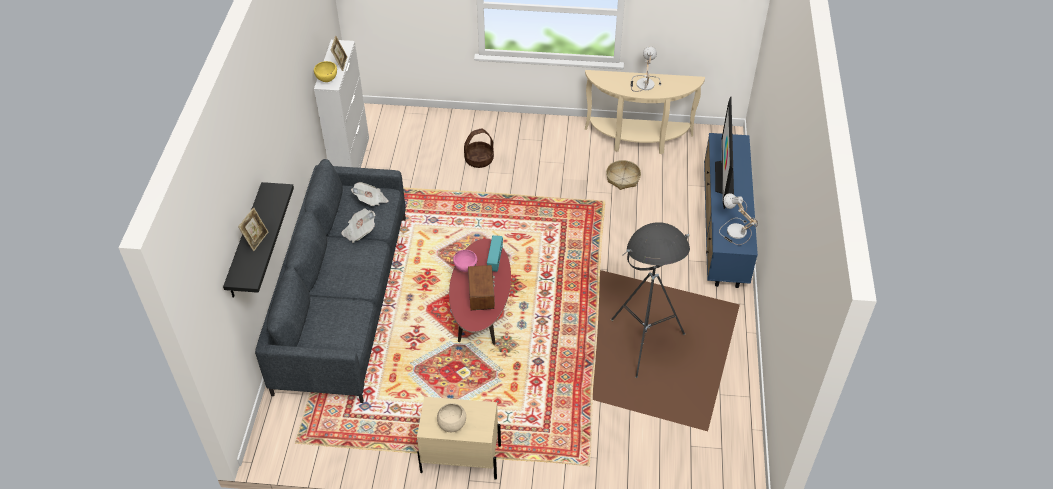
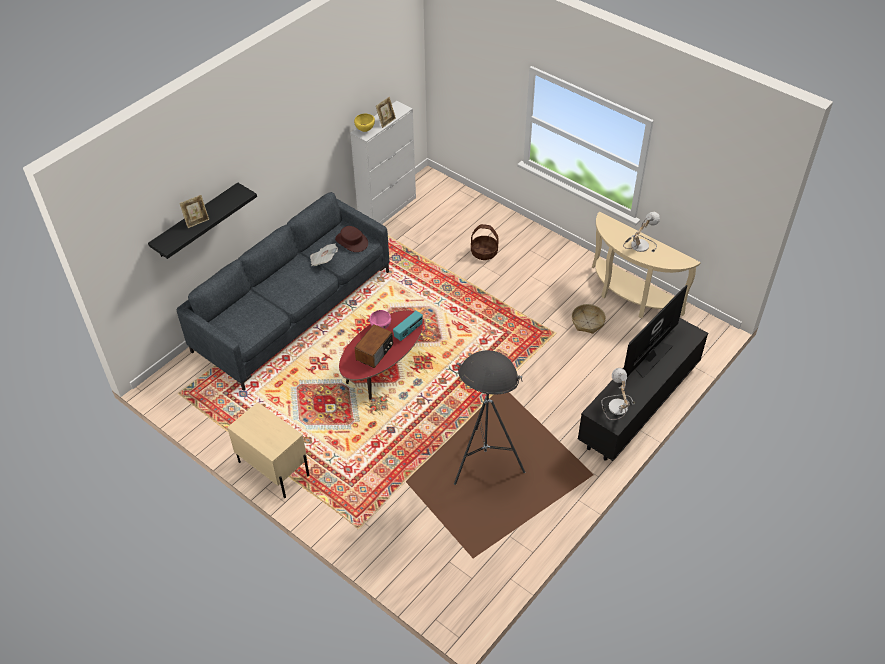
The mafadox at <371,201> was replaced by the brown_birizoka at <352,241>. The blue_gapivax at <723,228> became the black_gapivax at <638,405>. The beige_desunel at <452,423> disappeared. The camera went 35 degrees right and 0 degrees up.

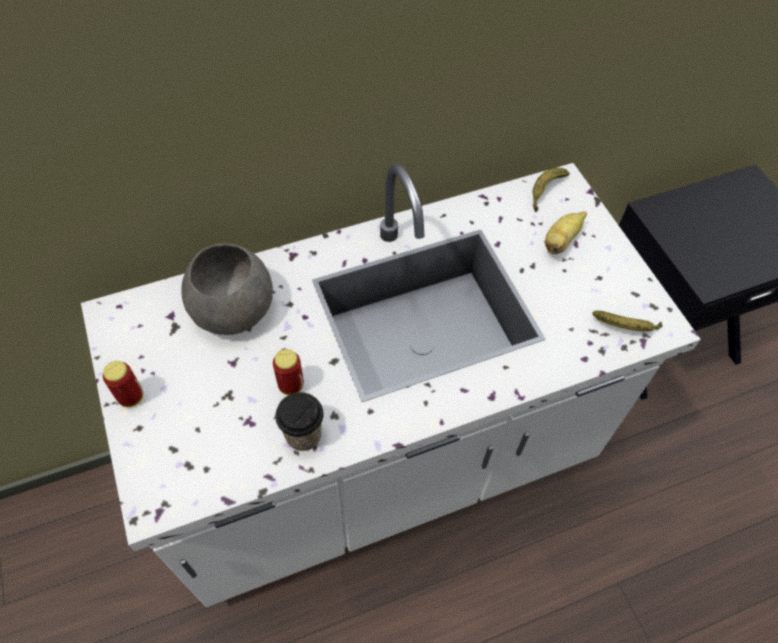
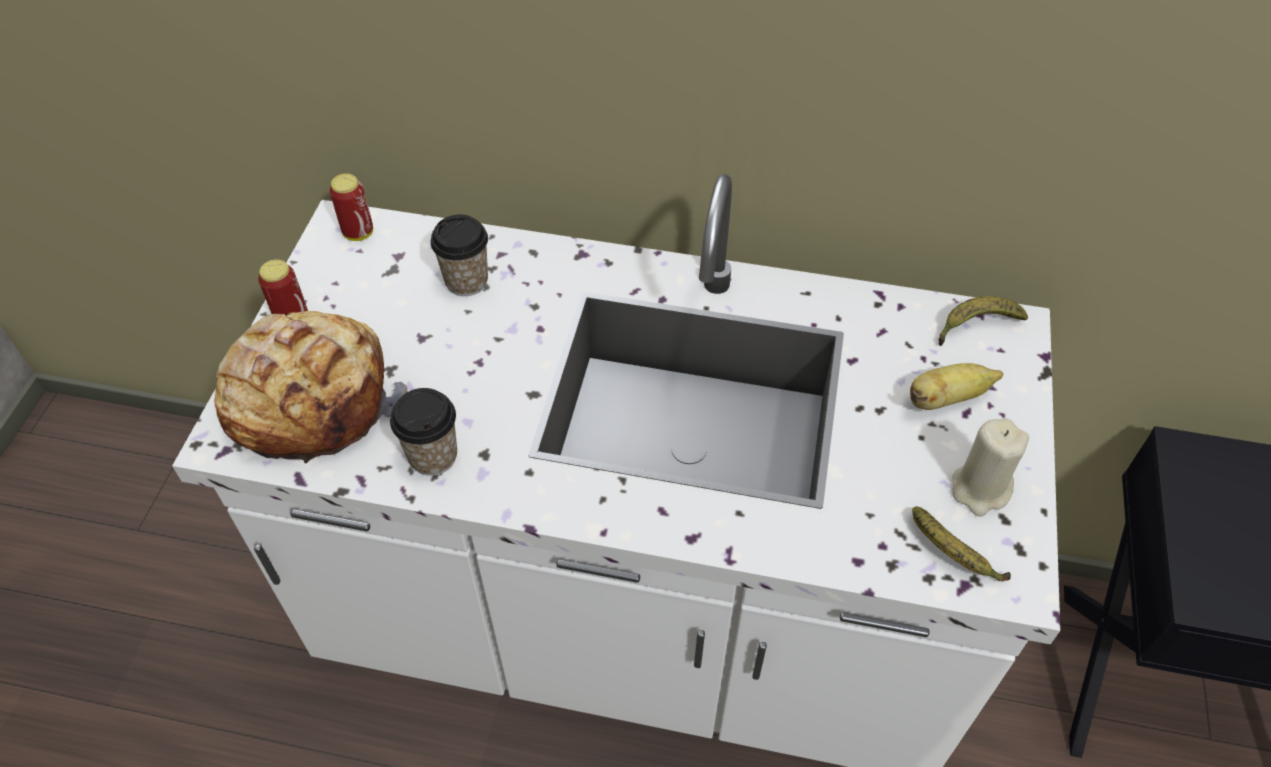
The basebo at <311,399> appeared. The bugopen moved from <291,385> to <358,233>. The grey_desunel at <232,310> was replaced by the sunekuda at <466,281>. The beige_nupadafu at <980,489> appeared. The camera went 35 degrees right and 5 degrees down.

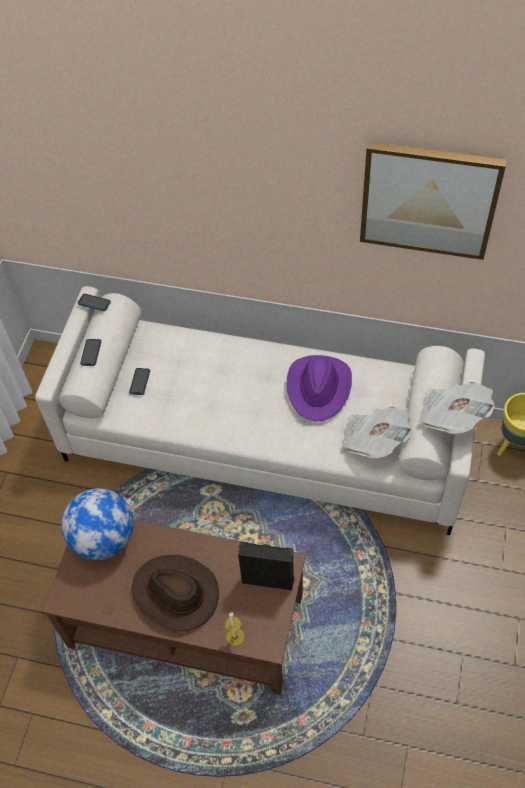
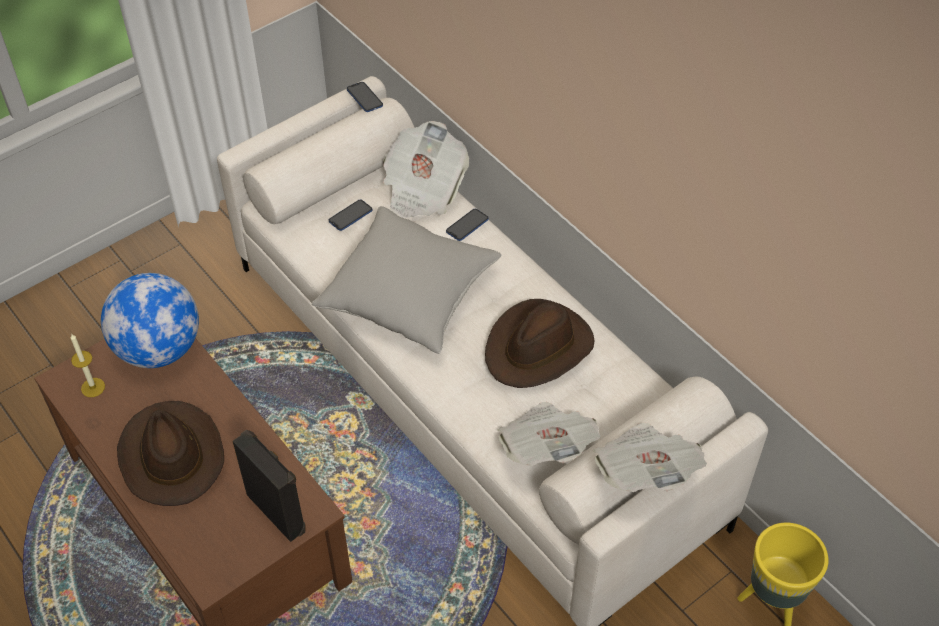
The nupadafu moved from <235,637> to <93,387>. The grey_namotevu at <409,294> appeared. The mafadox at <423,189> appeared. The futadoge moved from <91,353> to <467,225>. The purple_birizoka at <319,388> became the brown_birizoka at <538,348>. The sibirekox at <429,199> disappeared. The camera went 35 degrees right and 5 degrees down.

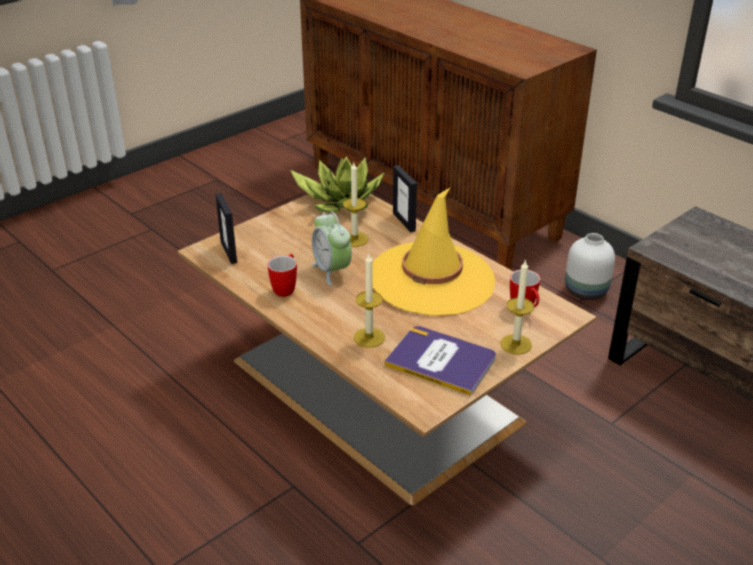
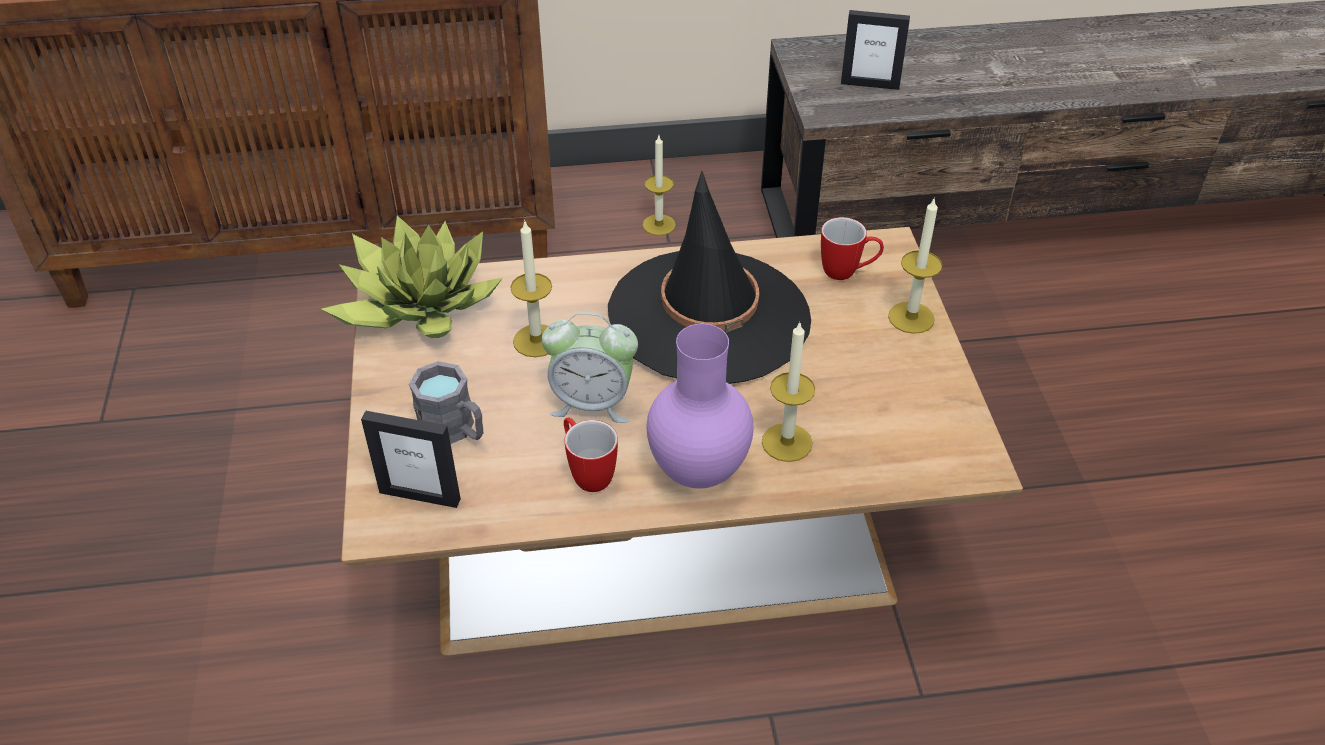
The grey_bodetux at <455,430> appeared. The yellow_birizoka at <432,279> became the black_birizoka at <709,316>. The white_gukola at <587,291> was replaced by the nupadafu at <659,225>. The purple_gukola at <697,471> appeared. The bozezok moved from <404,222> to <870,84>. The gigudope at <441,361> disappeared. The camera went 55 degrees left and 10 degrees up.

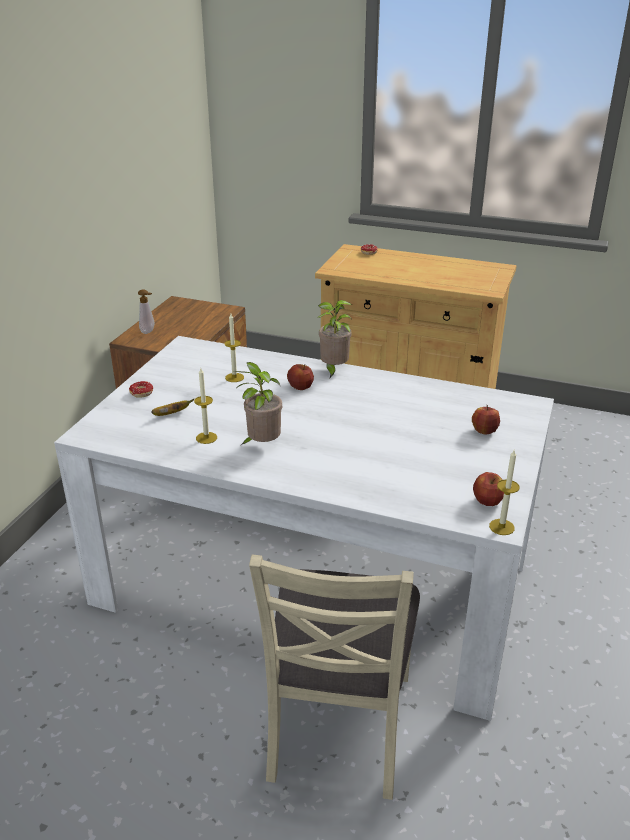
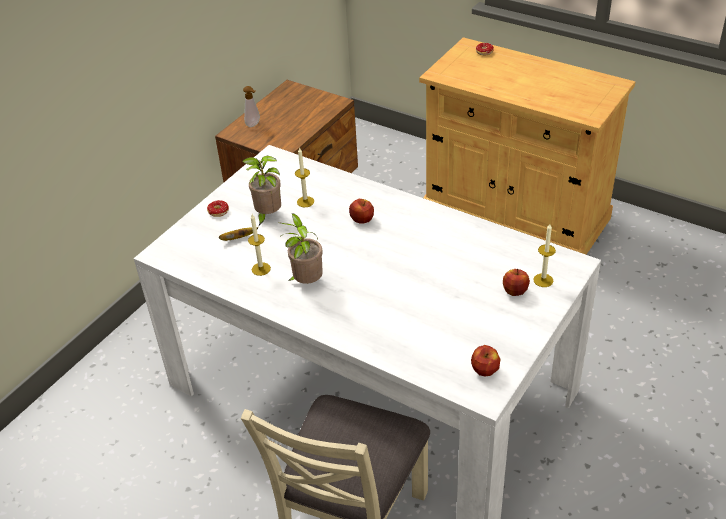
The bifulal moved from <333,370> to <267,216>. The nupadafu moved from <501,527> to <543,280>. The camera went 15 degrees right and 10 degrees up.

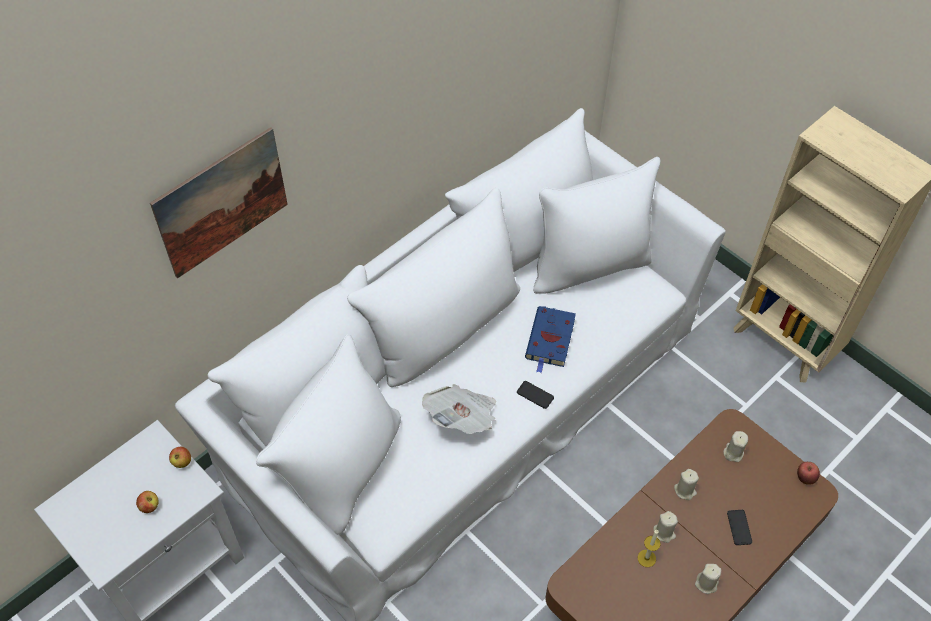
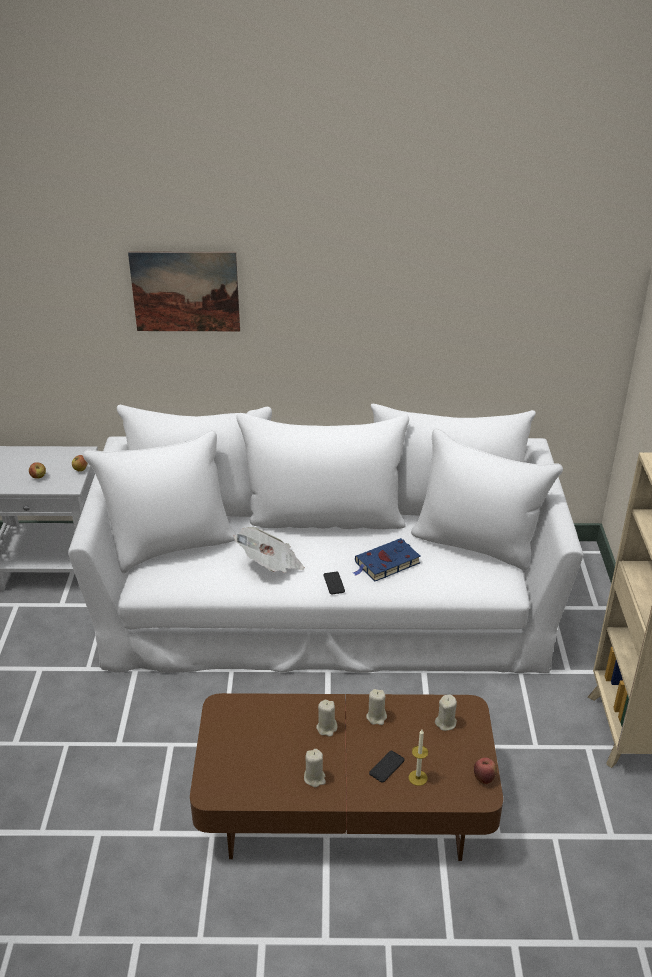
The nupadafu moved from <646,558> to <418,778>. The camera went 45 degrees right and 20 degrees down.

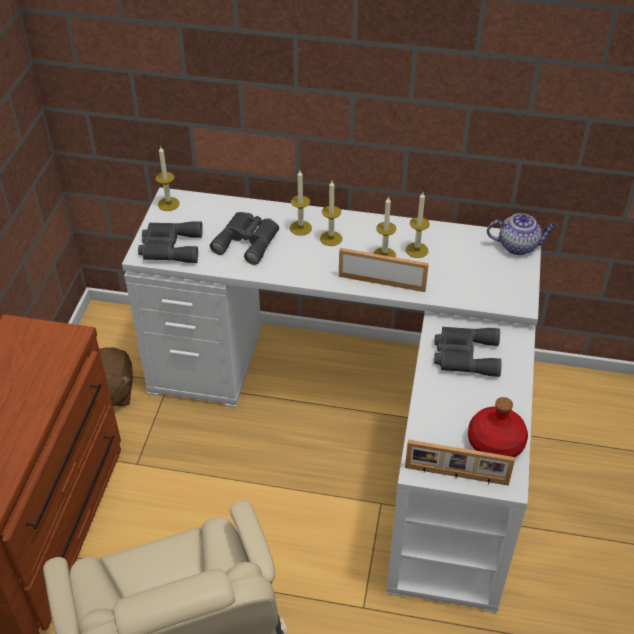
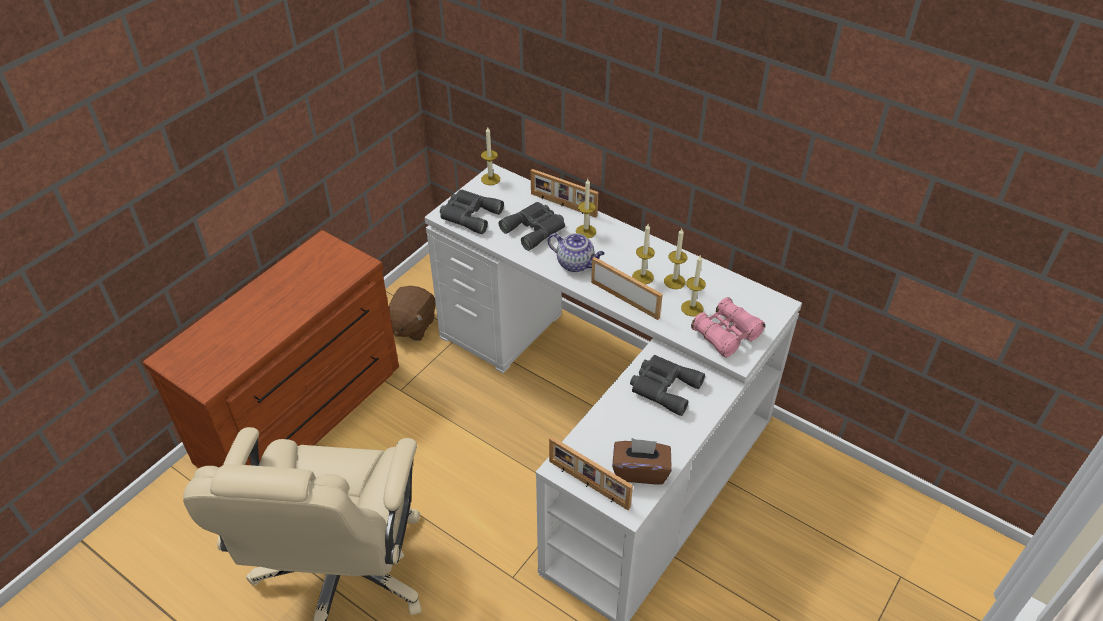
The bozezok at <563,205> appeared. The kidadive moved from <518,246> to <576,264>. The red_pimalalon at <495,443> was replaced by the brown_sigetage at <640,471>. The nupadafu moved from <331,238> to <692,308>. The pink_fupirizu at <726,334> appeared. The camera went 25 degrees right and 0 degrees up.

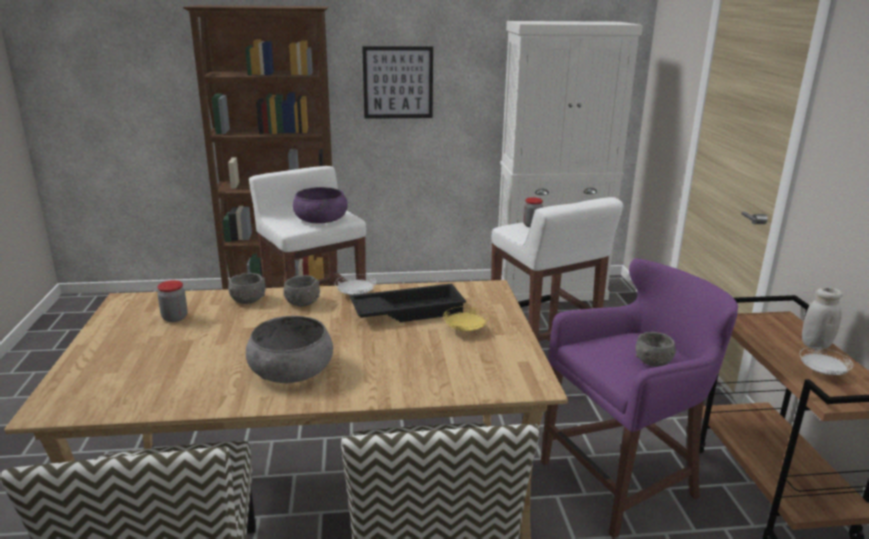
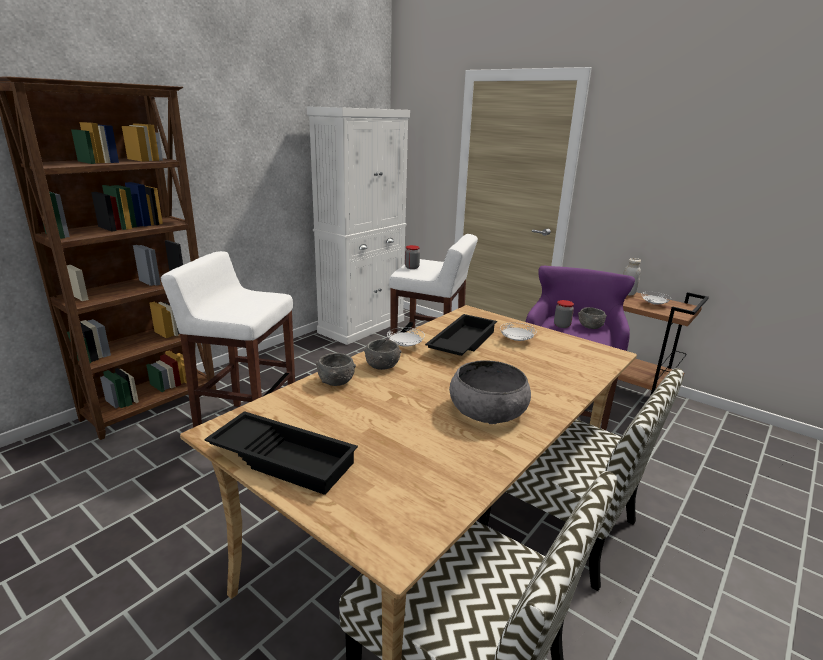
The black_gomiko at <284,457> appeared. The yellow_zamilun at <465,330> became the white_zamilun at <517,340>. The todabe moved from <175,317> to <562,325>. The purple_desunel at <320,218> disappeared. The sibirekox at <398,82> disappeared. The camera went 45 degrees left and 0 degrees up.

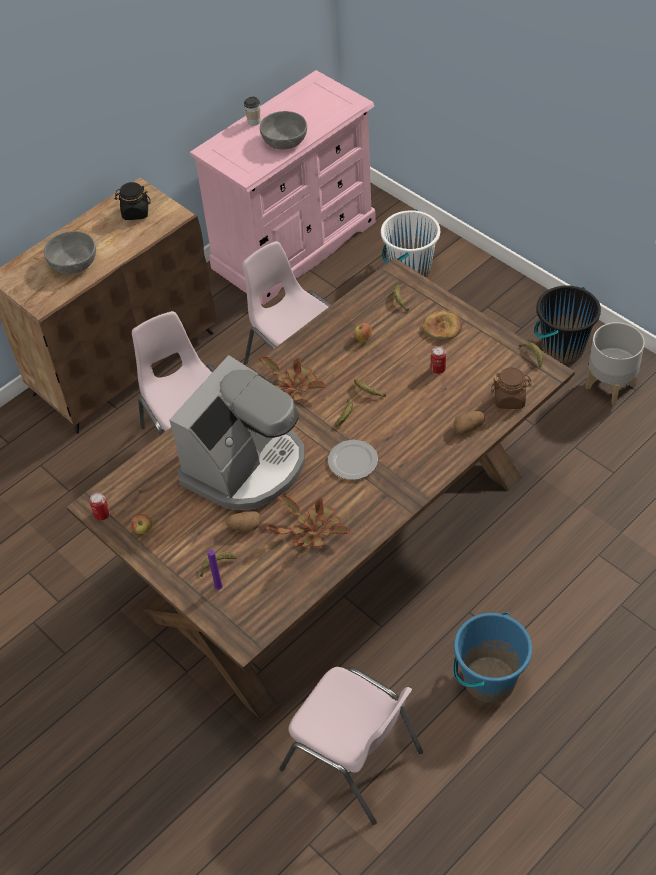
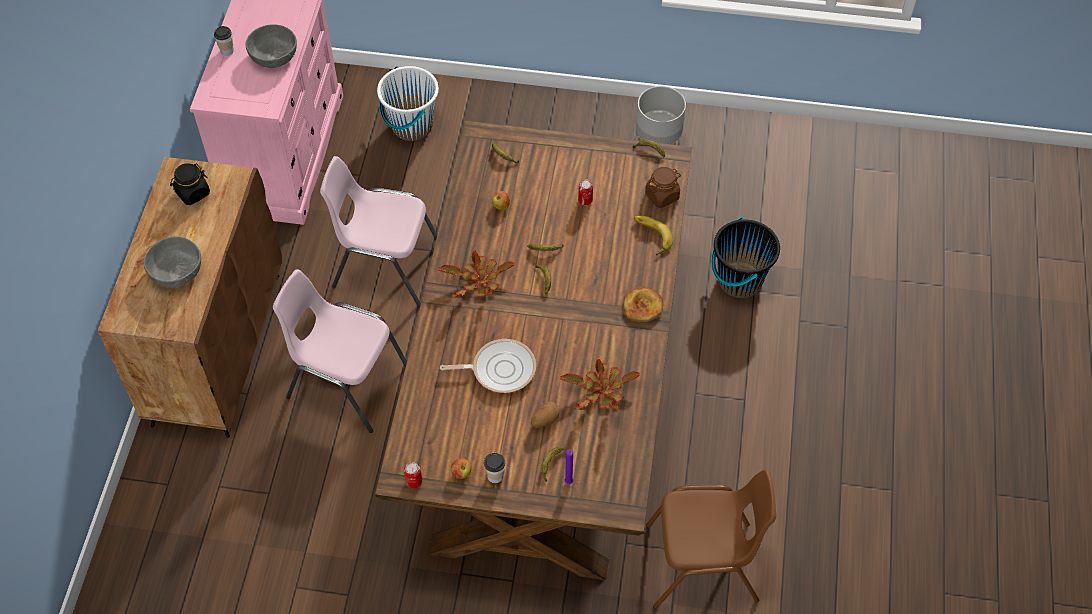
The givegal at <246,466> was replaced by the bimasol at <500,369>. The sunekuda at <495,476> appeared. The basebo moved from <442,327> to <642,306>. The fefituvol at <468,427> was replaced by the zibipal at <650,236>. The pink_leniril at <353,761> became the brown_leniril at <704,564>. The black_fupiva moved from <562,347> to <739,280>. The zamilun at <352,461> disappeared. The blue_fupiva at <489,679> disappeared. The camera went 40 degrees left and 5 degrees up.

